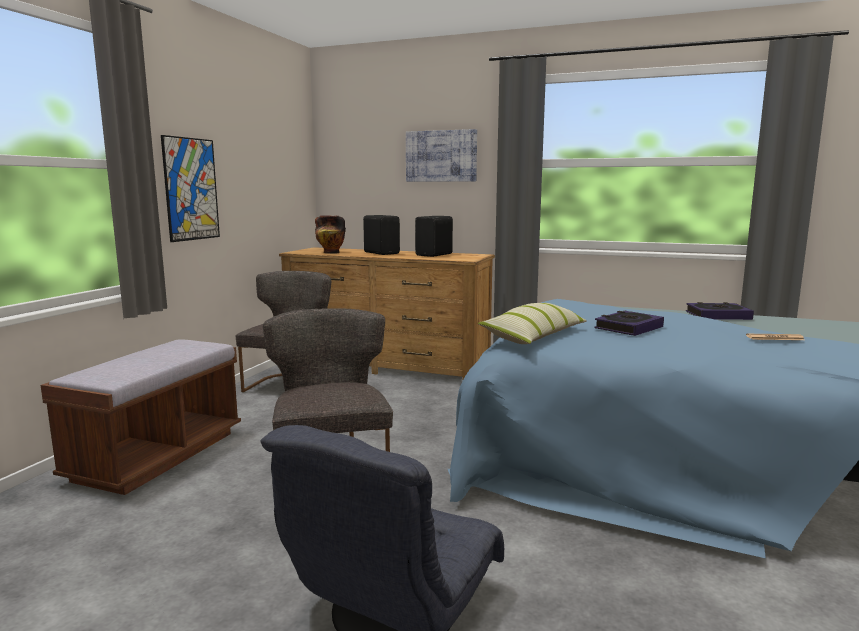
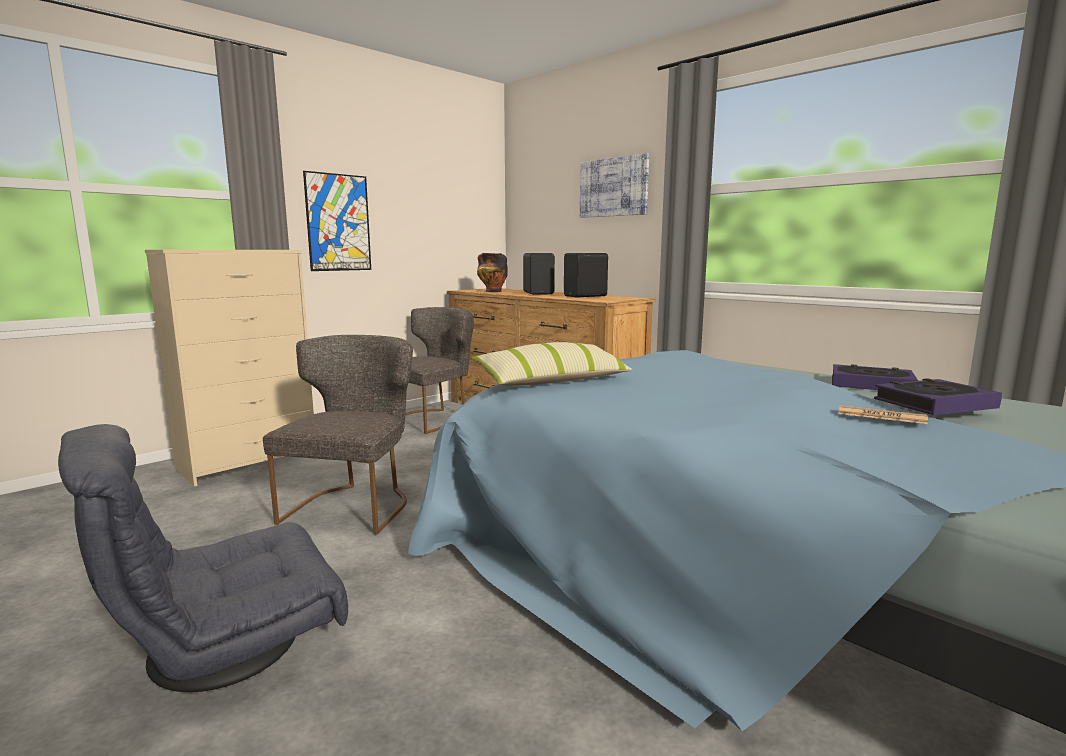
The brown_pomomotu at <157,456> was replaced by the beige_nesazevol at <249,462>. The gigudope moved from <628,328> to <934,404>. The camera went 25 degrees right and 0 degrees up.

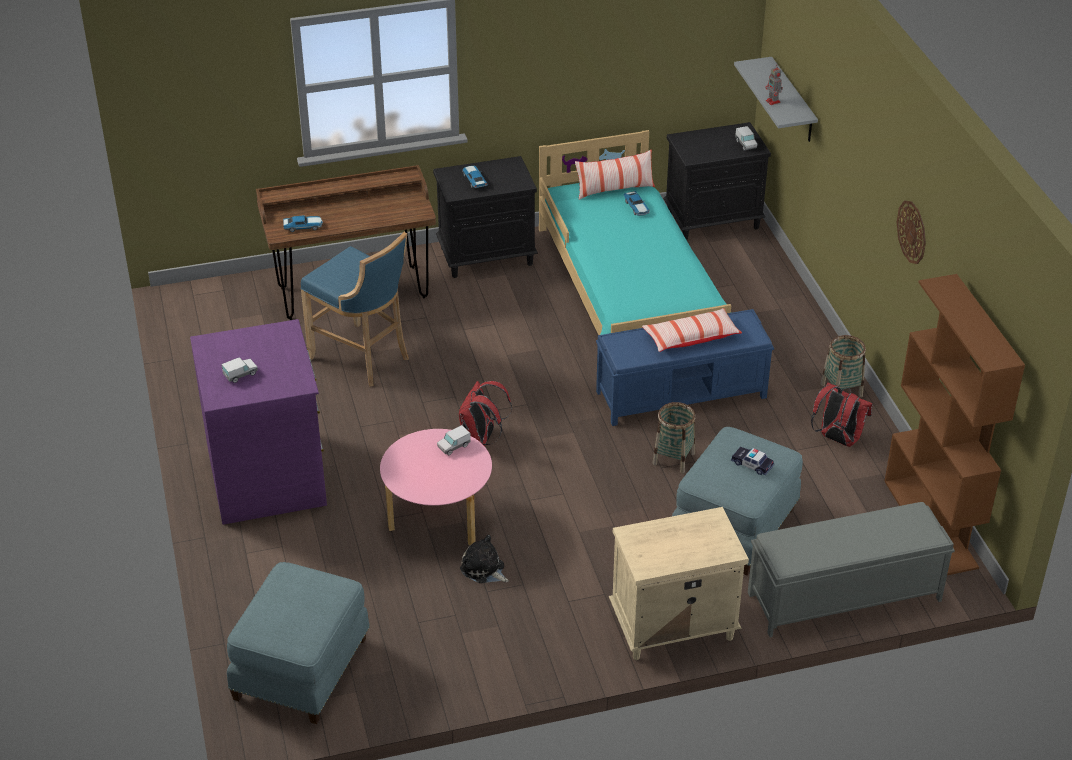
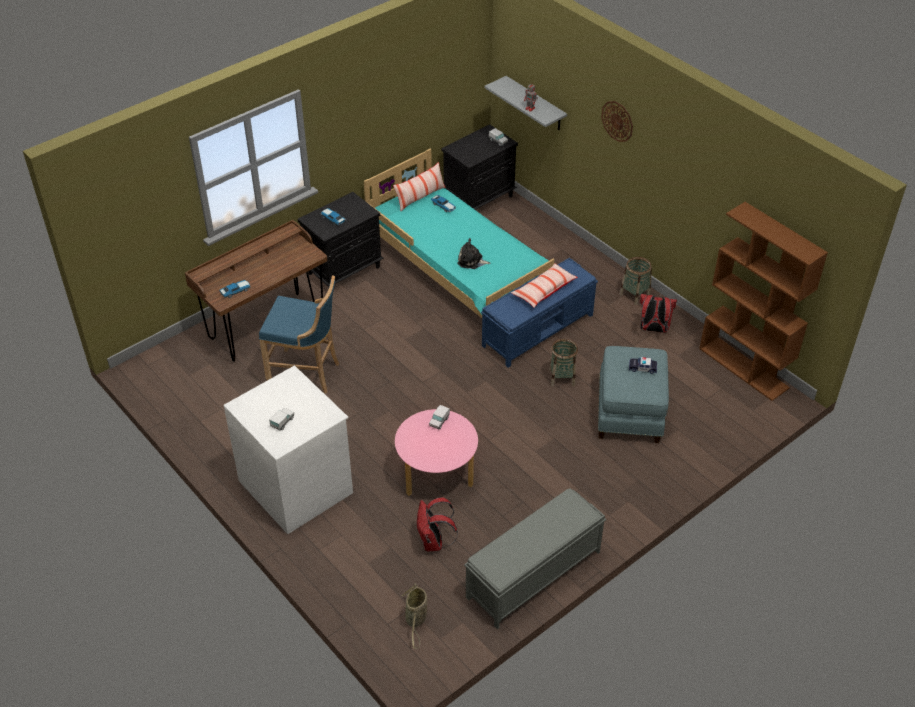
The purple_nesazevol at <268,476> became the white_nesazevol at <297,486>. The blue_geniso at <303,669> was replaced by the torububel at <416,620>. The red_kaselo moved from <481,439> to <434,542>. The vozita moved from <484,569> to <471,261>. The grey_pomomotu moved from <842,597> to <533,575>. The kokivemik moved from <912,232> to <617,121>. The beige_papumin at <672,626> disappeared. The camera went 25 degrees left and 5 degrees up.

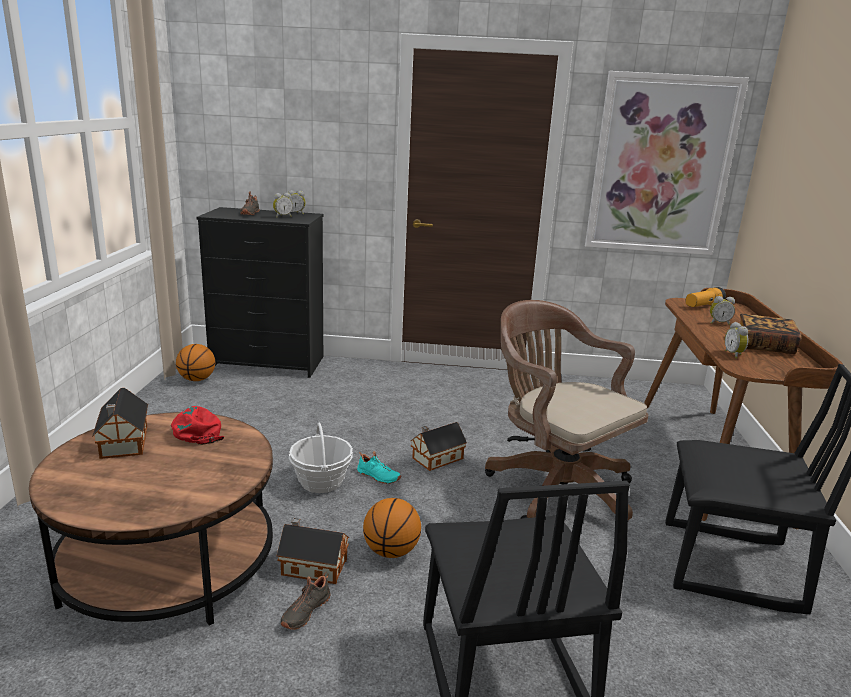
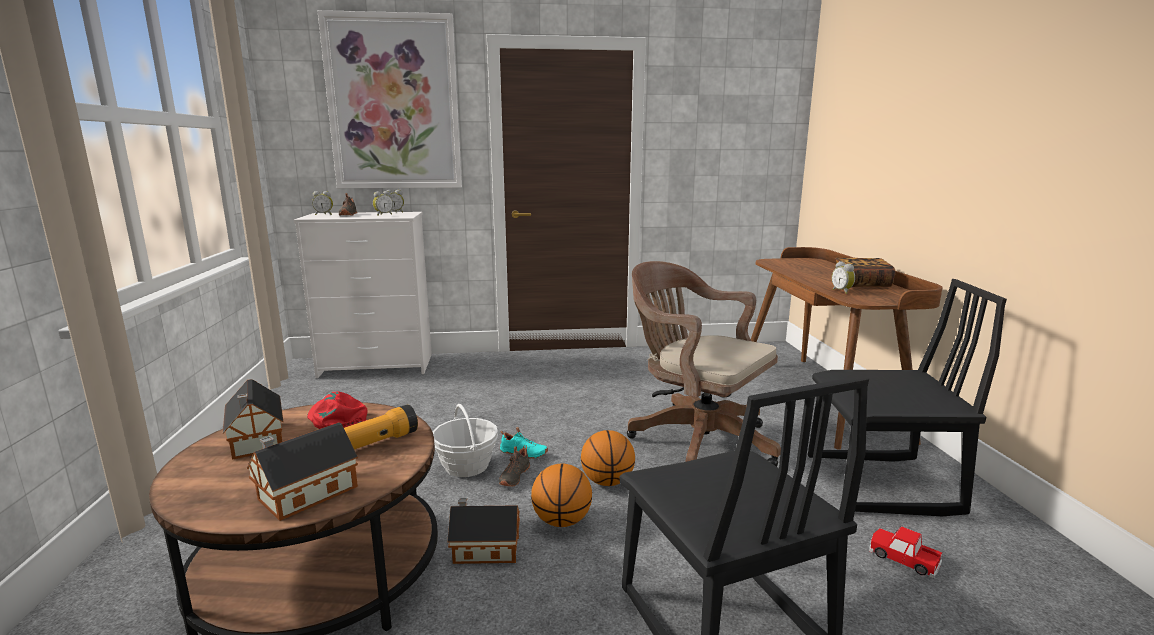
The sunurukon moved from <435,458> to <304,494>. The black_nesazevol at <269,363> became the white_nesazevol at <377,365>. The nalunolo moved from <718,323> to <324,214>. The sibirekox moved from <661,165> to <394,103>. The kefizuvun moved from <703,306> to <378,442>. The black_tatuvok moved from <304,611> to <513,476>. The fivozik moved from <197,379> to <607,481>. The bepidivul at <903,558> appeared. The camera went 10 degrees left and 5 degrees down.

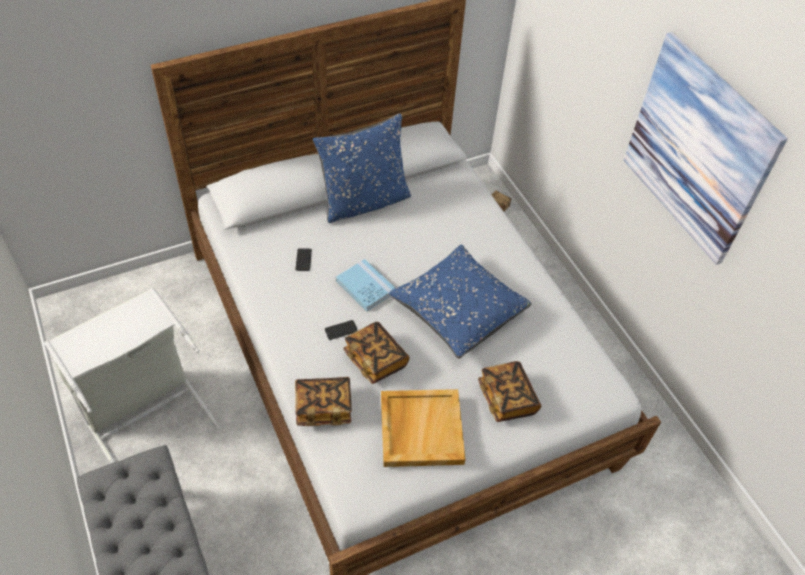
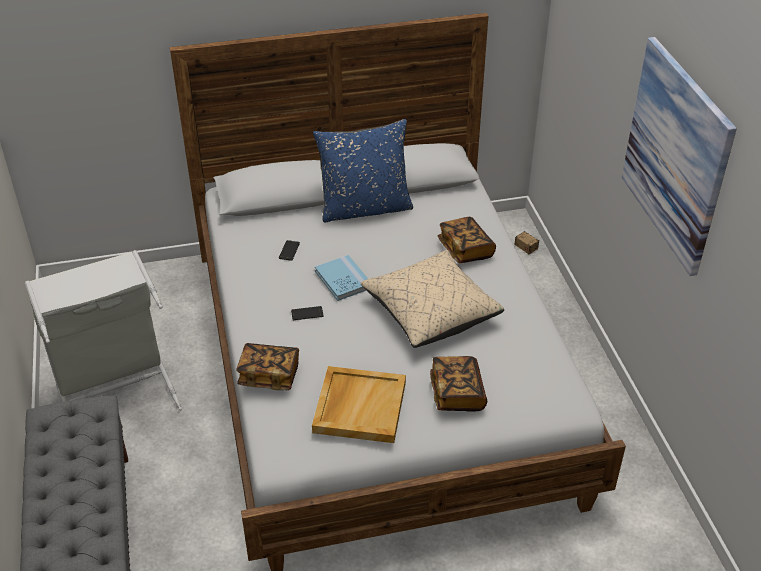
The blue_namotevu at <458,311> became the beige_namotevu at <430,312>. The gigudope moved from <375,360> to <465,250>. The camera went 15 degrees right and 10 degrees down.

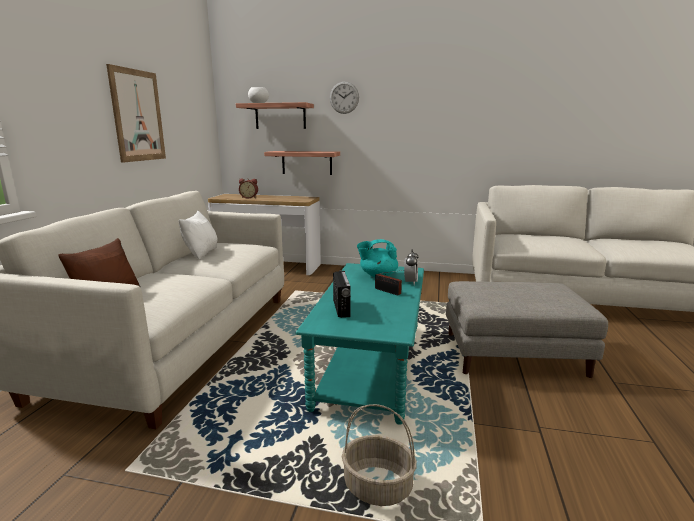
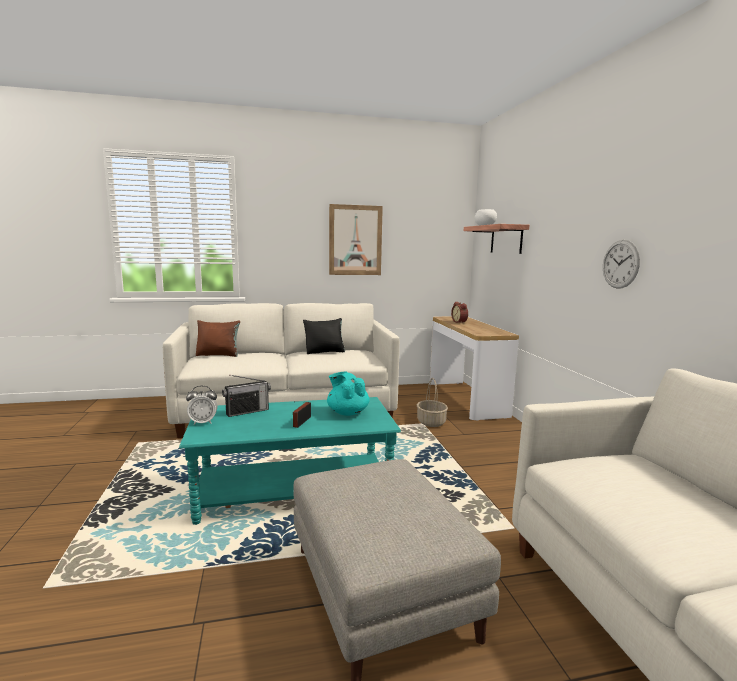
The nalunolo moved from <410,282> to <203,422>. The white_namotevu at <201,253> became the black_namotevu at <325,352>. The torububel moved from <377,487> to <431,422>. The kokivemik moved from <344,97> to <620,264>. The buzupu at <306,162> disappeared. The camera went 65 degrees right and 5 degrees down.

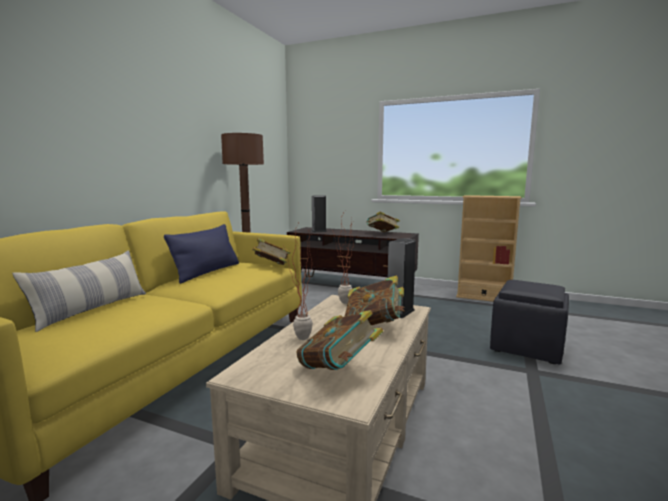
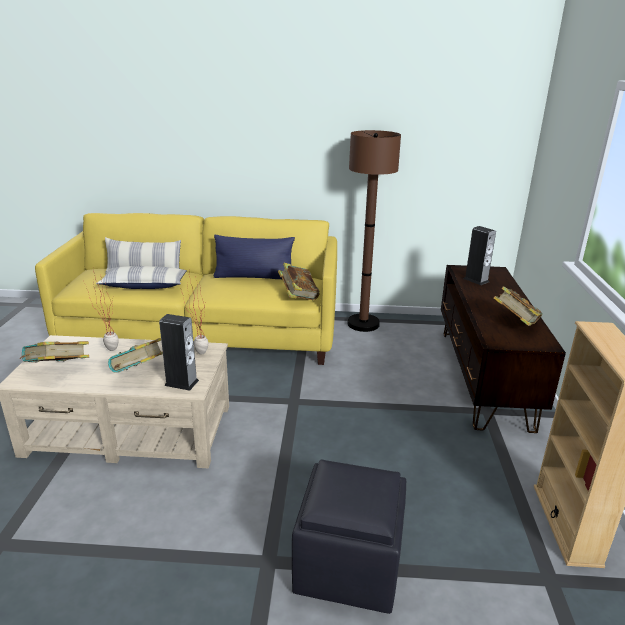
The namotevu at <144,285> appeared. The camera went 70 degrees right and 15 degrees up.

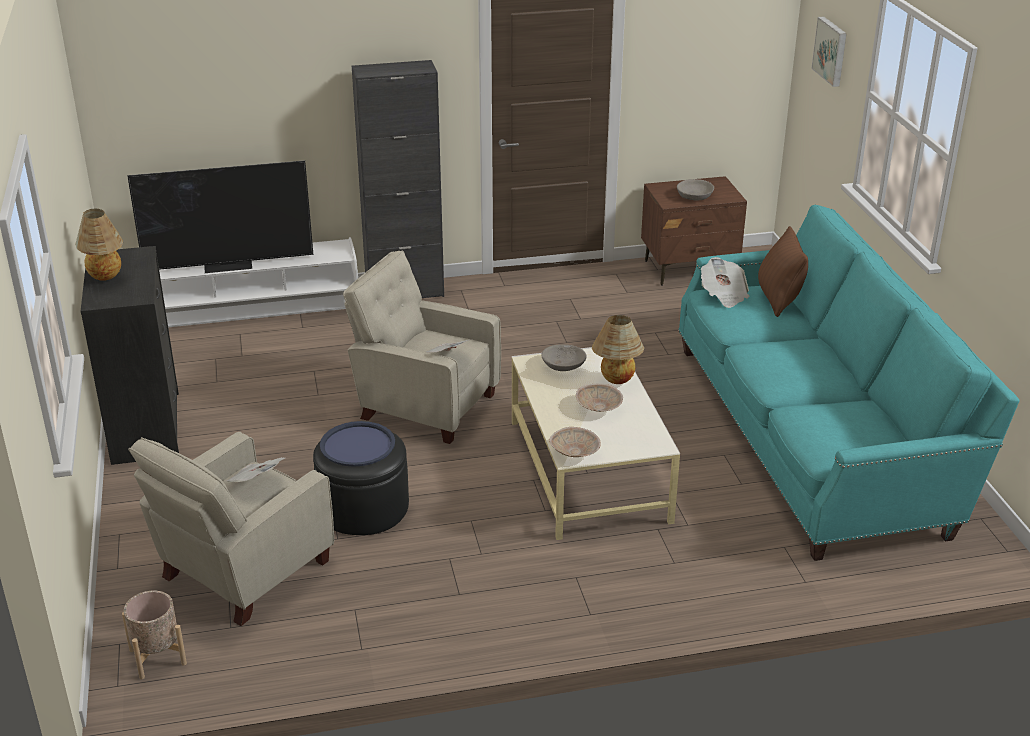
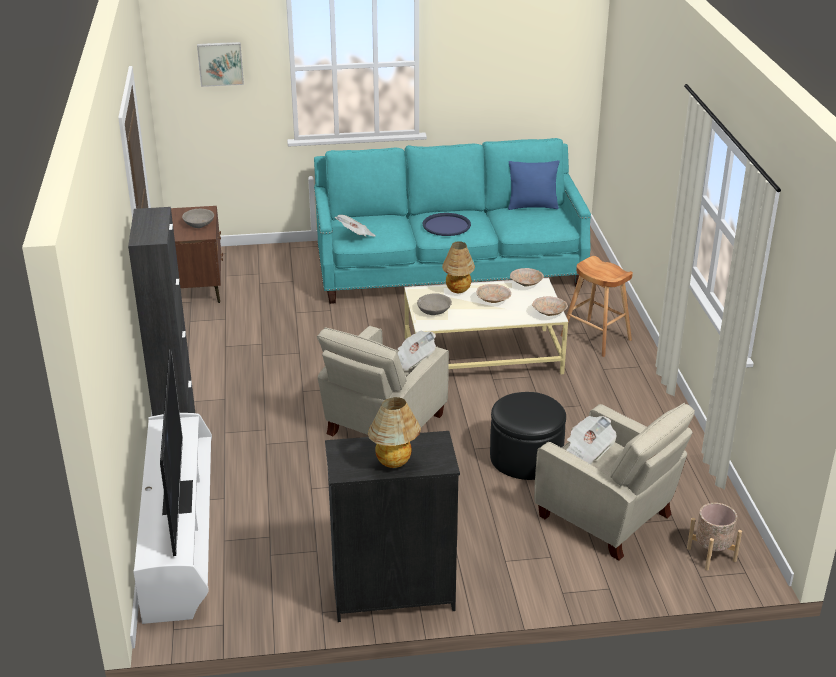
The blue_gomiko moved from <357,445> to <446,225>. The blue_namotevu at <532,206> appeared. The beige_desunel at <526,284> appeared. The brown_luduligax at <596,338> appeared. The brown_namotevu at <778,299> disappeared. The camera went 85 degrees left and 0 degrees up.

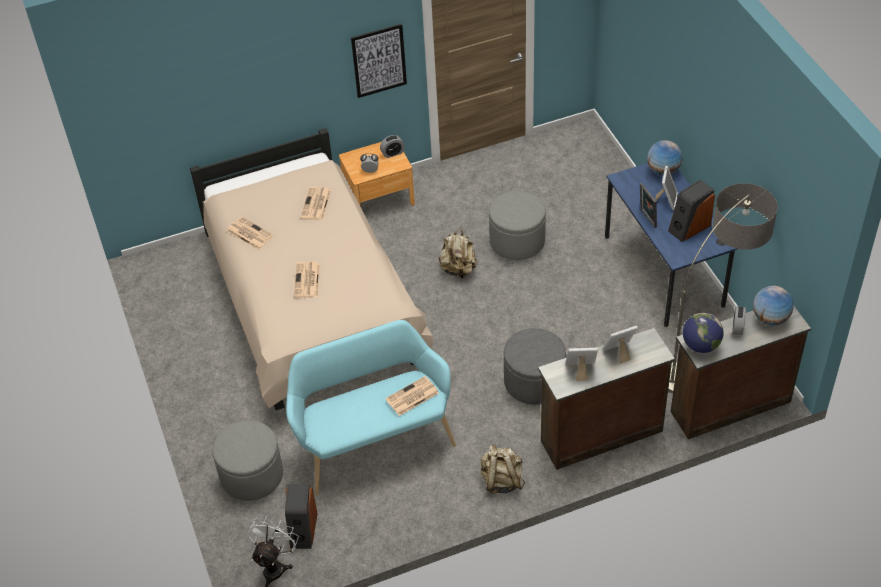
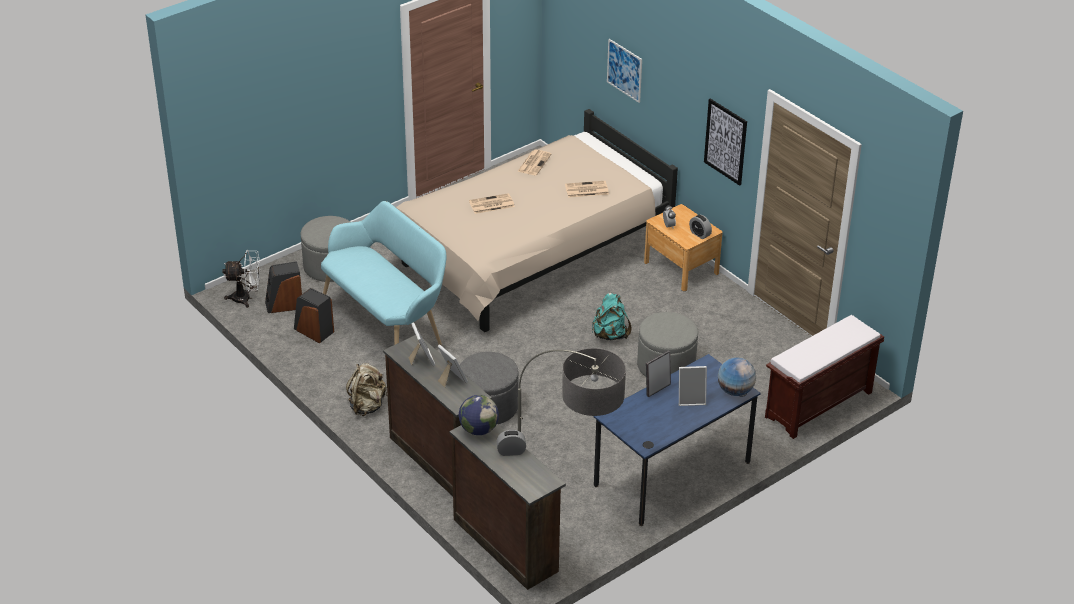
The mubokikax moved from <689,227> to <313,331>. The beige_kaselo at <458,269> became the turquoise_kaselo at <610,335>. The sibirekox at <624,70> appeared. The brown_pomomotu at <818,405> appeared. The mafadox at <411,397> disappeared. The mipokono at <770,318> disappeared. The camera went 70 degrees right and 10 degrees down.

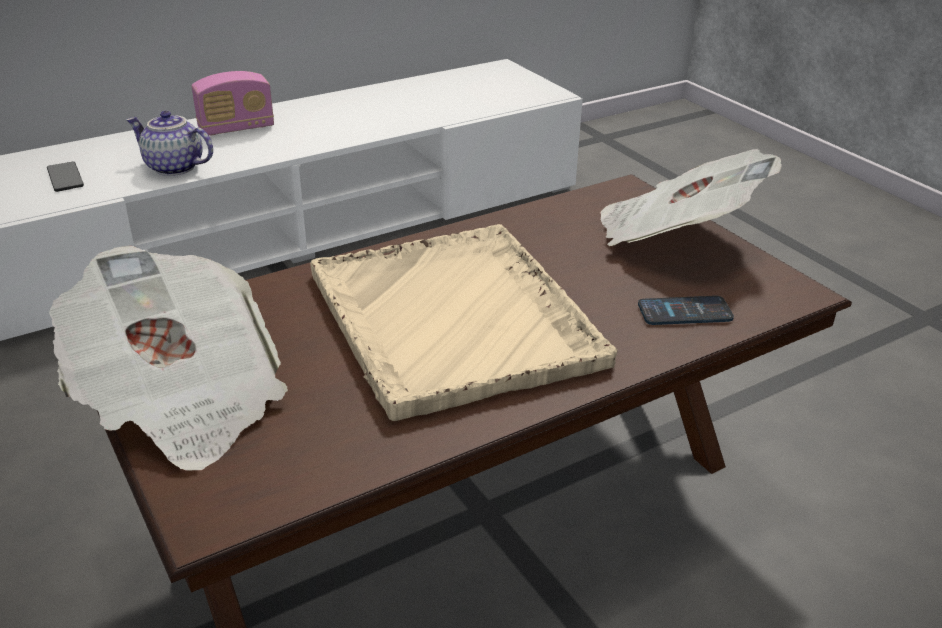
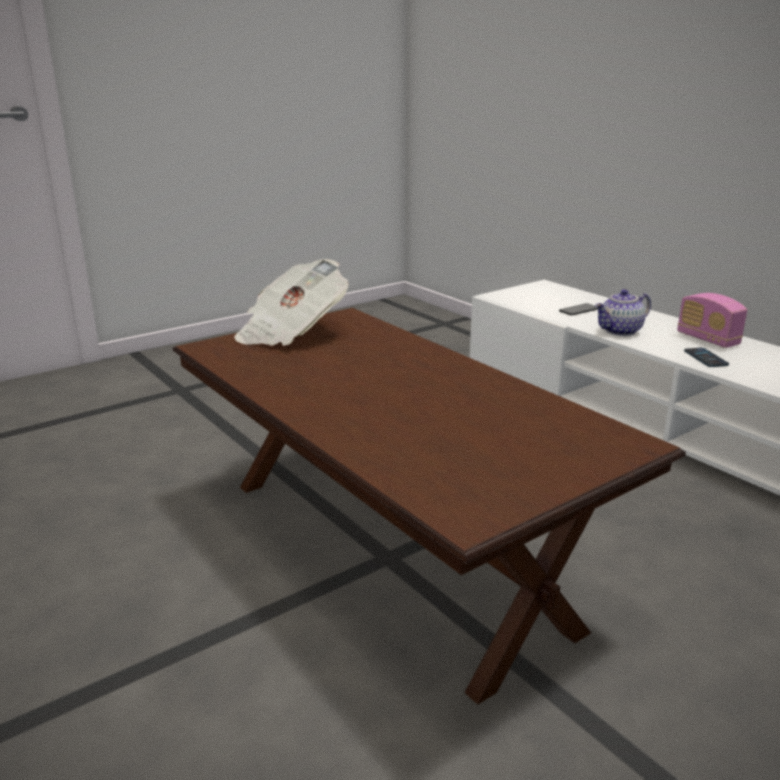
The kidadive at <173,168> turned 135 degrees counterclockwise. The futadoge moved from <684,312> to <705,358>. The beige_gomiko at <453,320> disappeared. The mafadox at <674,237> disappeared. The camera went 85 degrees right and 10 degrees down.

